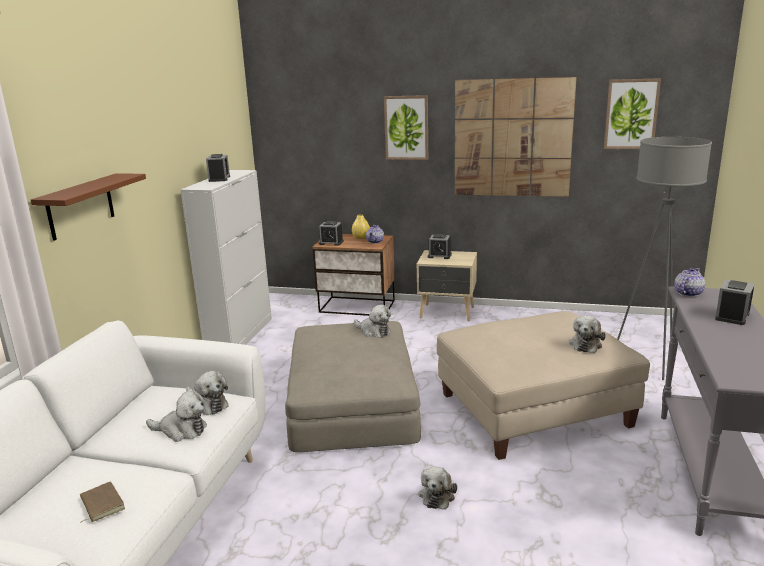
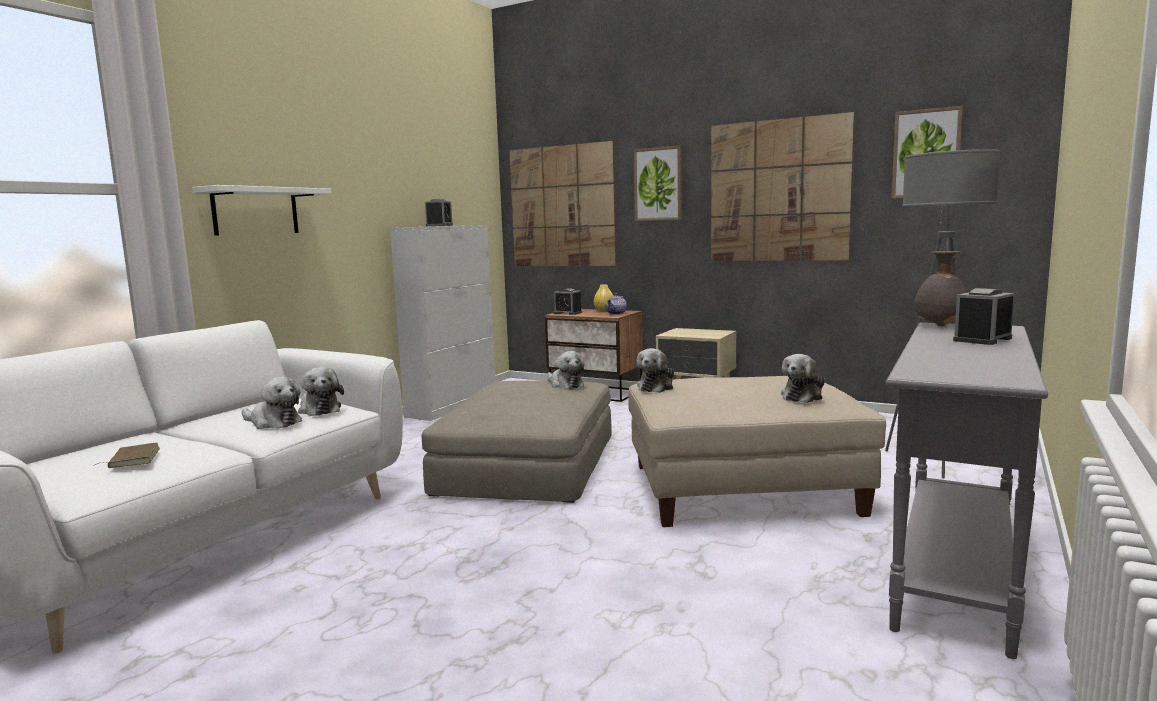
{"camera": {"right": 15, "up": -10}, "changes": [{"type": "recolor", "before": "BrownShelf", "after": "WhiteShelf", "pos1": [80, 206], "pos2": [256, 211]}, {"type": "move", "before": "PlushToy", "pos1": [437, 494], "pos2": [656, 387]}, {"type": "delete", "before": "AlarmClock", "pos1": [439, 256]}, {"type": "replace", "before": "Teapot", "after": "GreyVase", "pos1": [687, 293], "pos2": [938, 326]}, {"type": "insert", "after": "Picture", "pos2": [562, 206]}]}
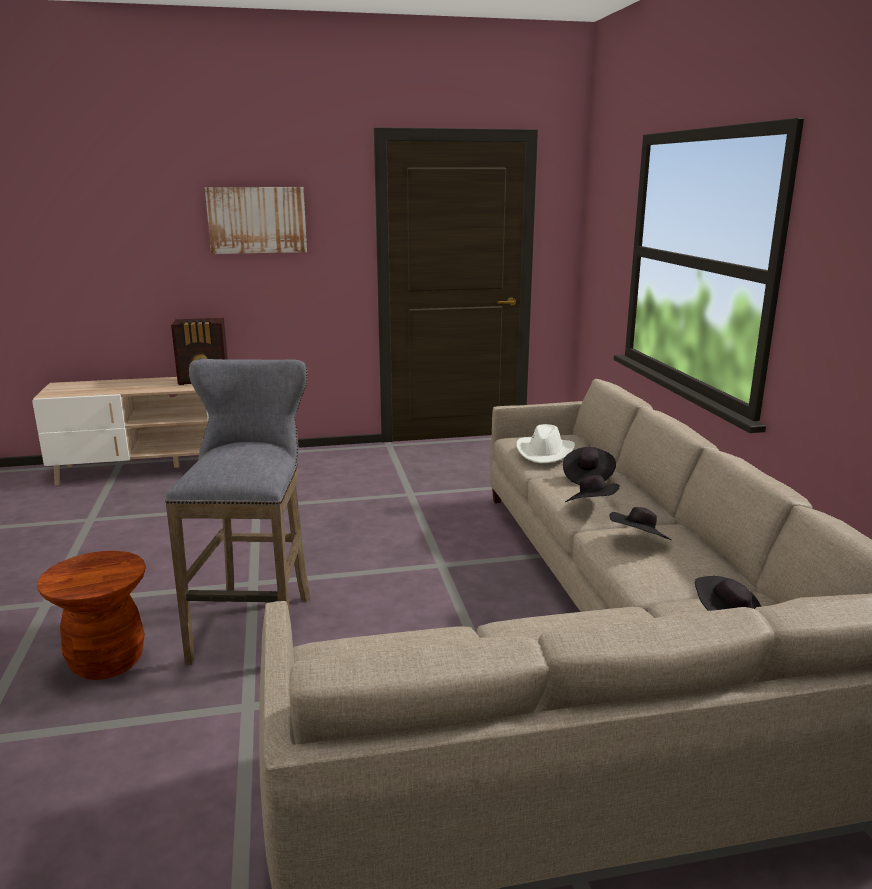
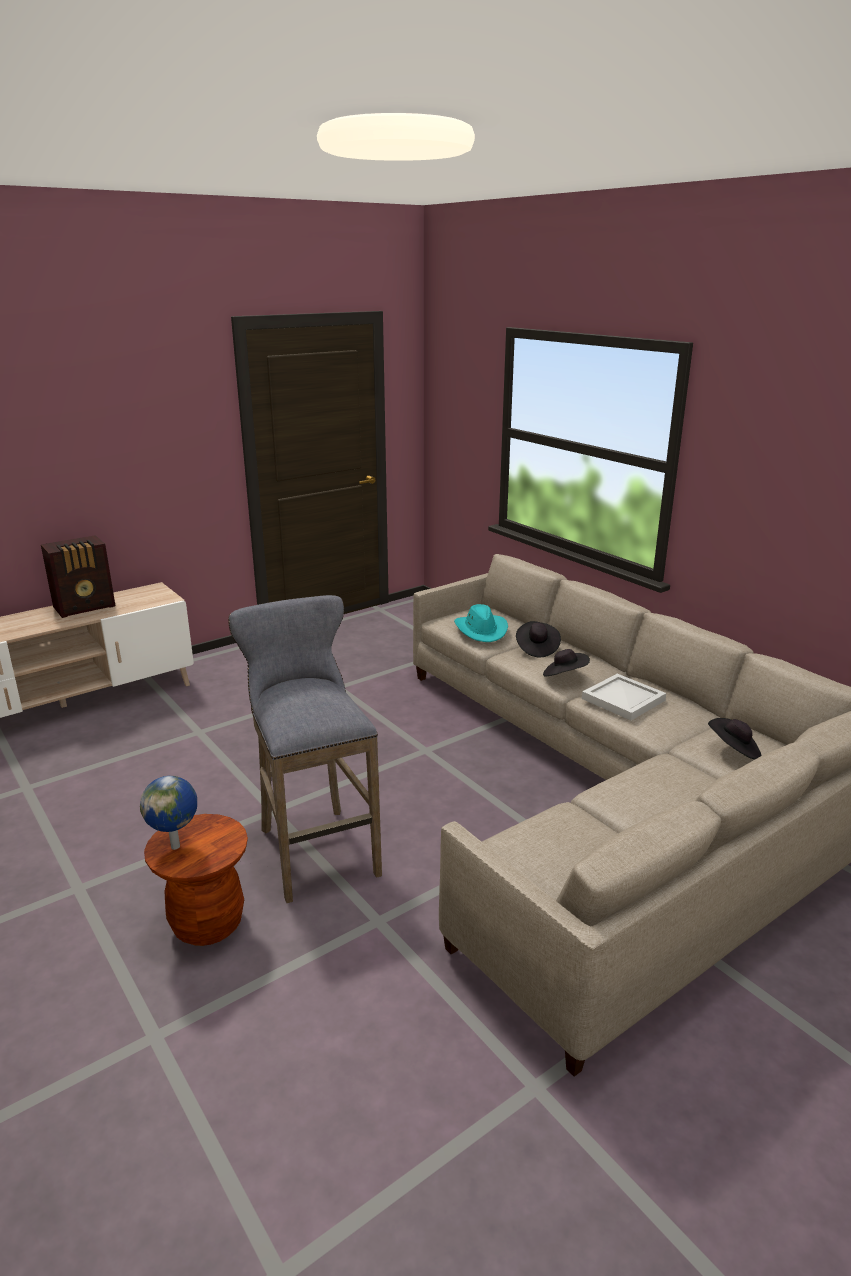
{"camera": {"right": -25, "up": 5}, "changes": [{"type": "delete", "before": "Picture", "pos1": [257, 220]}, {"type": "recolor", "before": "WhiteHat", "after": "TurquoiseHat", "pos1": [545, 452], "pos2": [481, 630]}, {"type": "replace", "before": "BlackHat", "after": "WhiteTray", "pos1": [638, 541], "pos2": [624, 699]}, {"type": "insert", "after": "Globe", "pos2": [176, 846]}]}
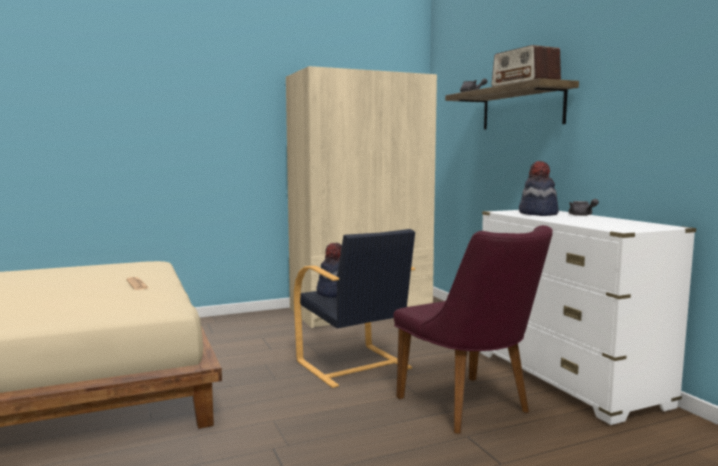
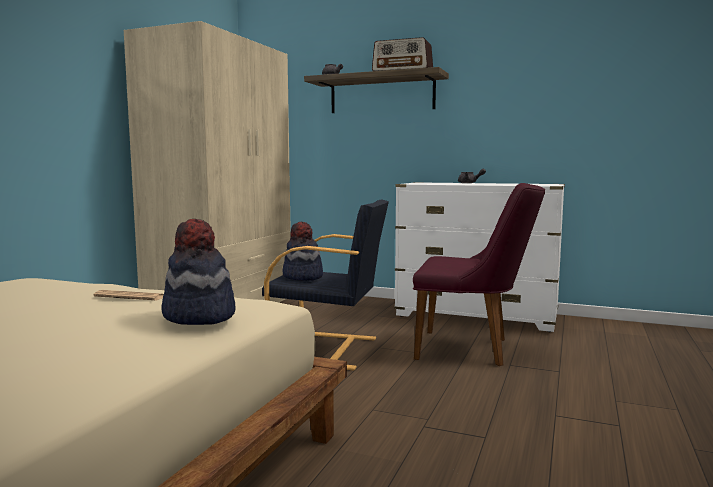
{"camera": {"right": -45, "up": 0}, "changes": [{"type": "move", "before": "Hat", "pos1": [537, 214], "pos2": [199, 316]}]}
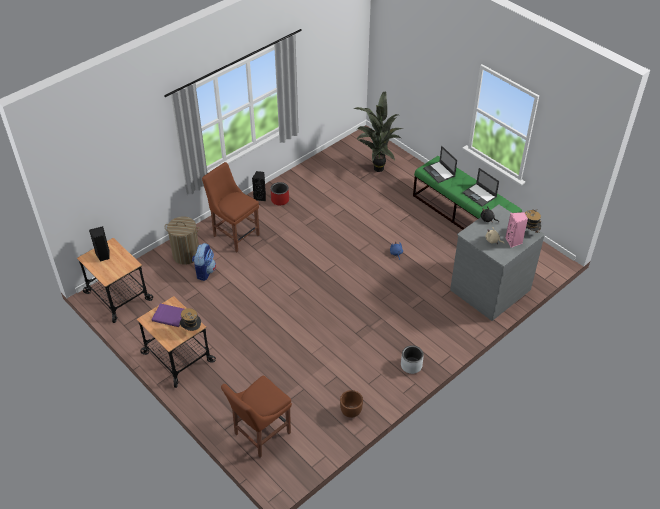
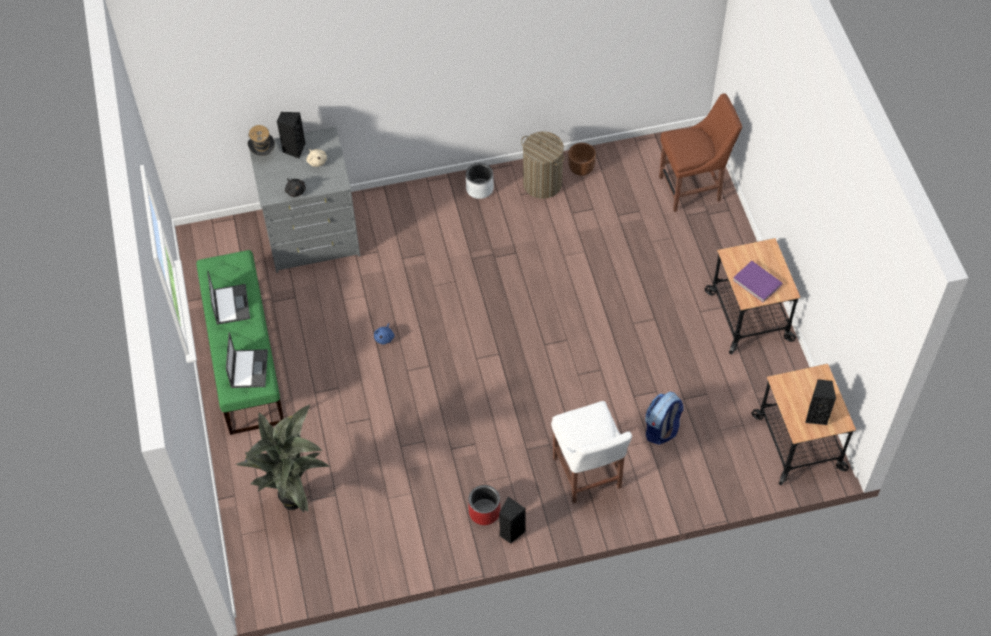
{"camera": {"right": -150, "up": 10}, "changes": [{"type": "move", "before": "LaundryBasket", "pos1": [186, 255], "pos2": [542, 183]}, {"type": "delete", "before": "Hat", "pos1": [191, 329]}, {"type": "recolor", "before": "BrownChair", "after": "WhiteChair", "pos1": [235, 234], "pos2": [588, 476]}, {"type": "recolor", "before": "PinkSpeaker", "after": "BlackSpeaker", "pos1": [514, 241], "pos2": [293, 149]}]}
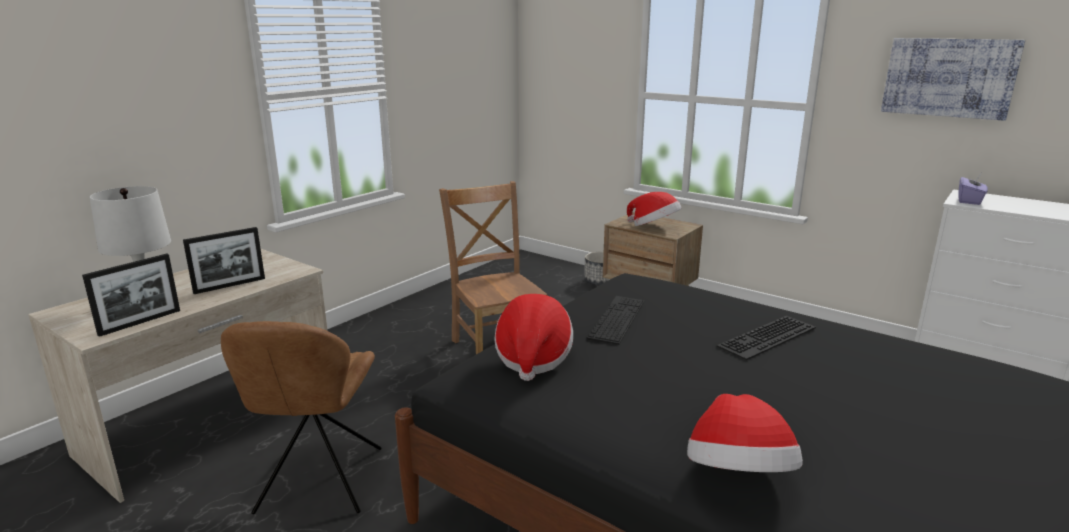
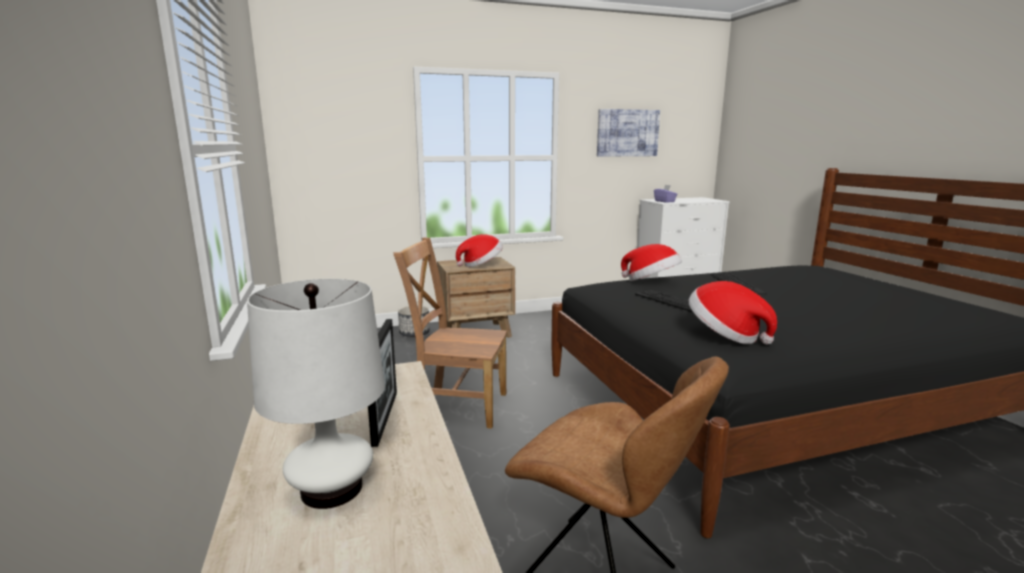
{"camera": {"right": -55, "up": -5}, "changes": [{"type": "delete", "before": "PictureFrame", "pos1": [140, 322]}, {"type": "move", "before": "Hat", "pos1": [738, 476], "pos2": [651, 282]}]}
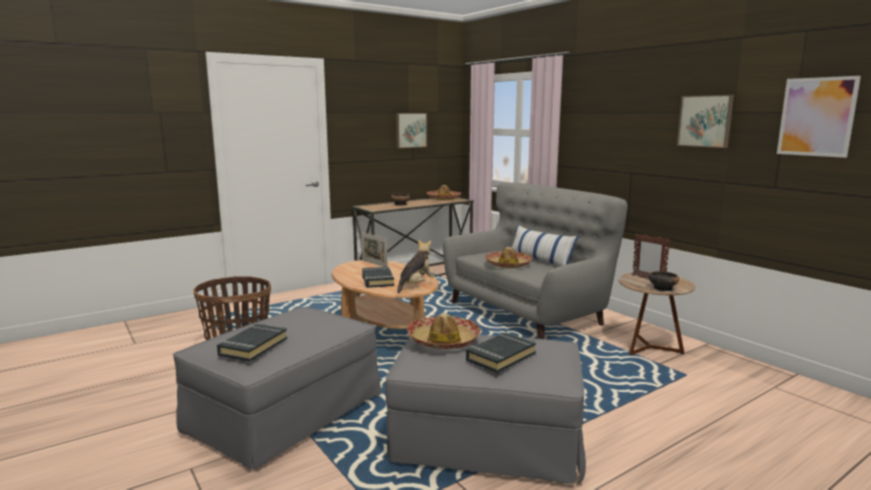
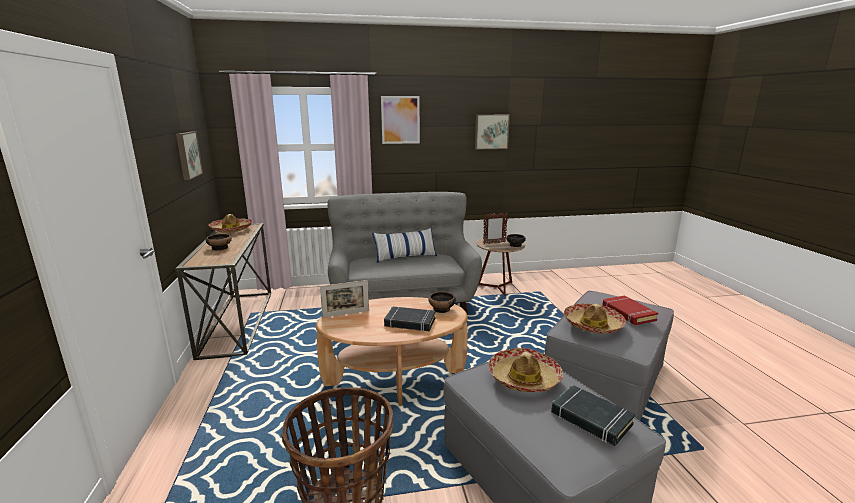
{"camera": {"right": -65, "up": 5}, "changes": [{"type": "replace", "before": "PlushToy", "after": "Bowl", "pos1": [416, 285], "pos2": [442, 309]}, {"type": "recolor", "before": "BlackBook", "after": "RedBook", "pos1": [500, 356], "pos2": [628, 313]}, {"type": "move", "before": "Hat", "pos1": [507, 265], "pos2": [524, 378]}, {"type": "move", "before": "Picture", "pos1": [816, 117], "pos2": [400, 120]}]}
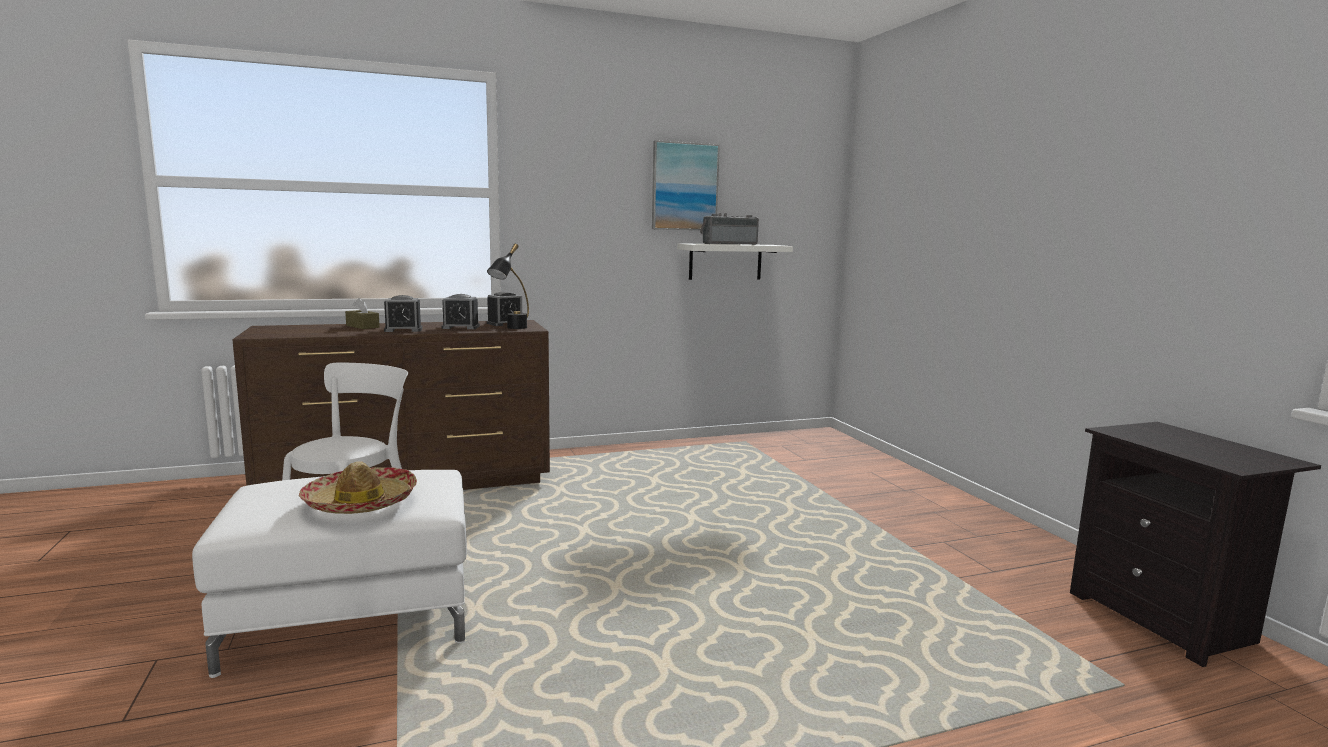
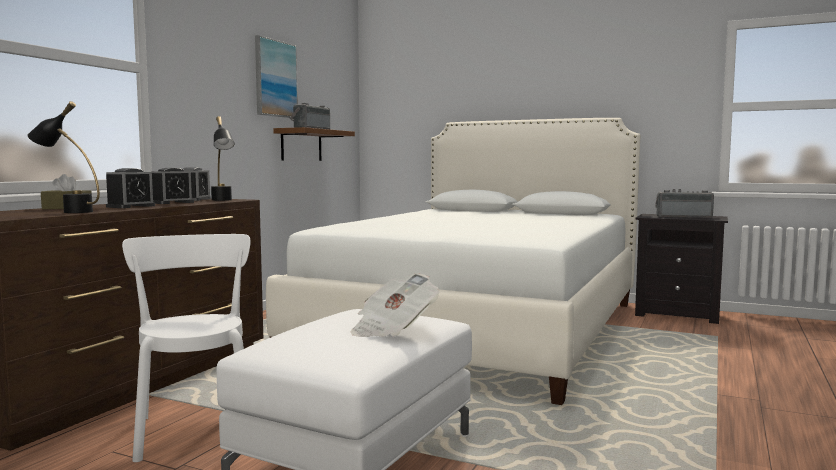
{"camera": {"right": -45, "up": -5}, "changes": [{"type": "replace", "before": "Hat", "after": "Newspaper", "pos1": [360, 502], "pos2": [393, 329]}, {"type": "recolor", "before": "WhiteShelf", "after": "BrownShelf", "pos1": [725, 261], "pos2": [301, 145]}, {"type": "insert", "after": "BlackTableLamp", "pos2": [68, 211]}, {"type": "insert", "after": "WhiteBed", "pos2": [480, 327]}, {"type": "insert", "after": "Radio", "pos2": [683, 217]}]}
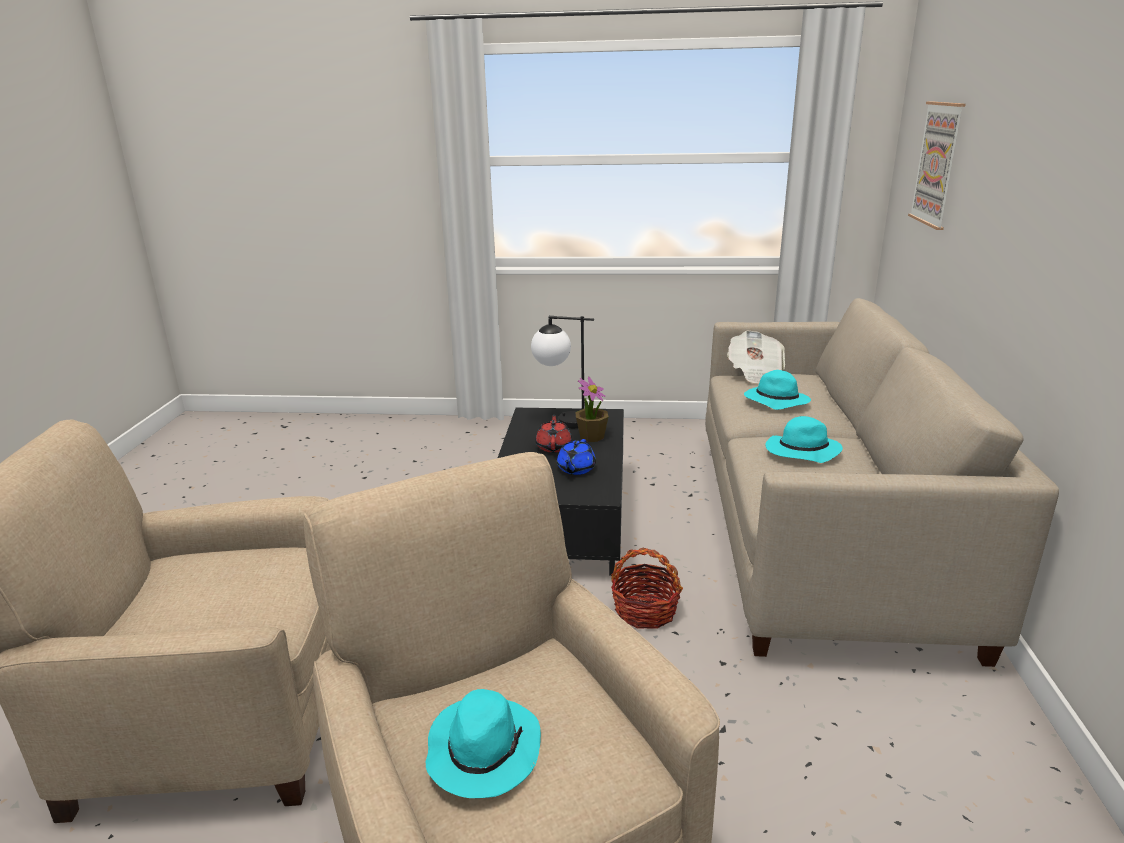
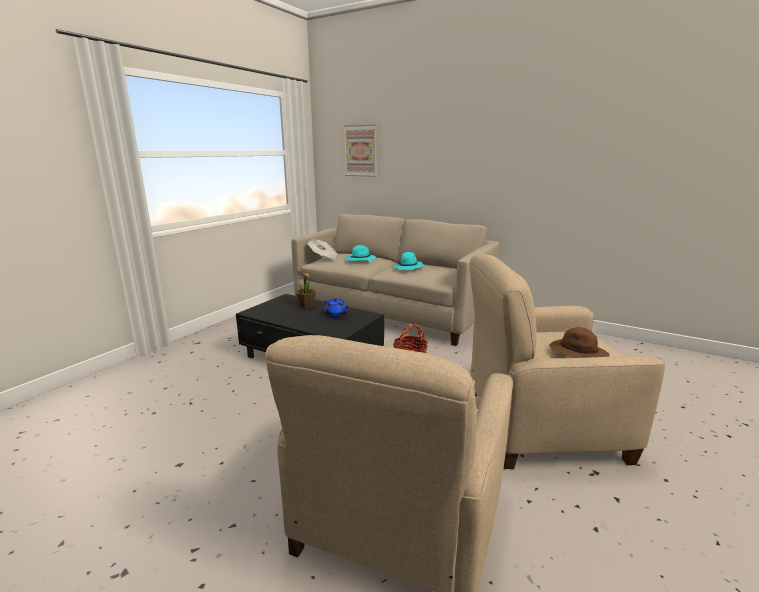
{"camera": {"right": -65, "up": -5}, "changes": [{"type": "recolor", "before": "TurquoiseHat", "after": "BrownHat", "pos1": [483, 749], "pos2": [576, 353]}, {"type": "delete", "before": "TableLamp", "pos1": [561, 421]}, {"type": "delete", "before": "RedTeapot", "pos1": [554, 446]}]}
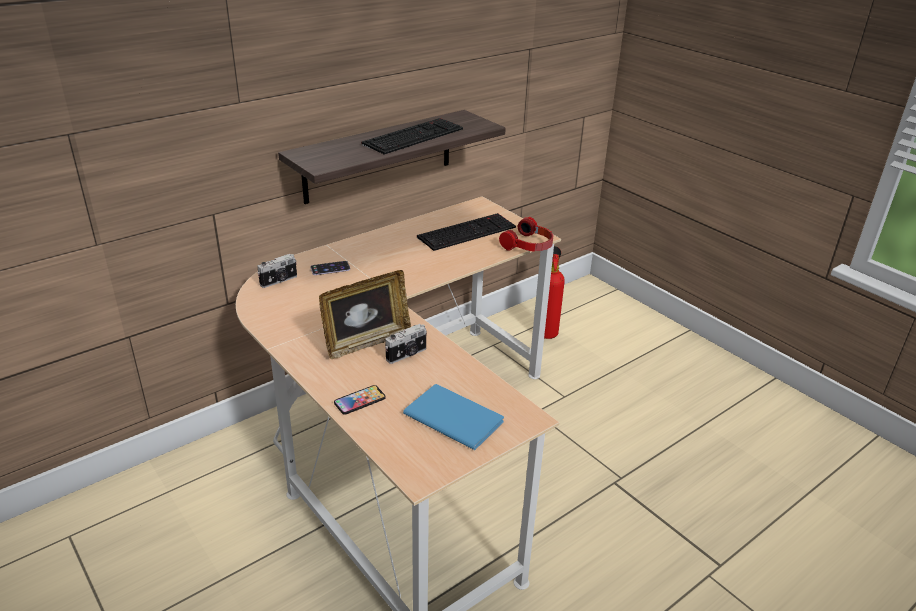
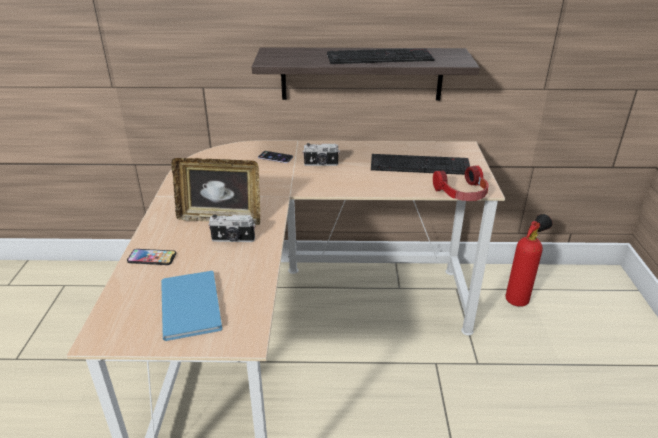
{"camera": {"right": 40, "up": 0}, "changes": [{"type": "move", "before": "PhotoCamera", "pos1": [279, 281], "pos2": [321, 164]}]}
